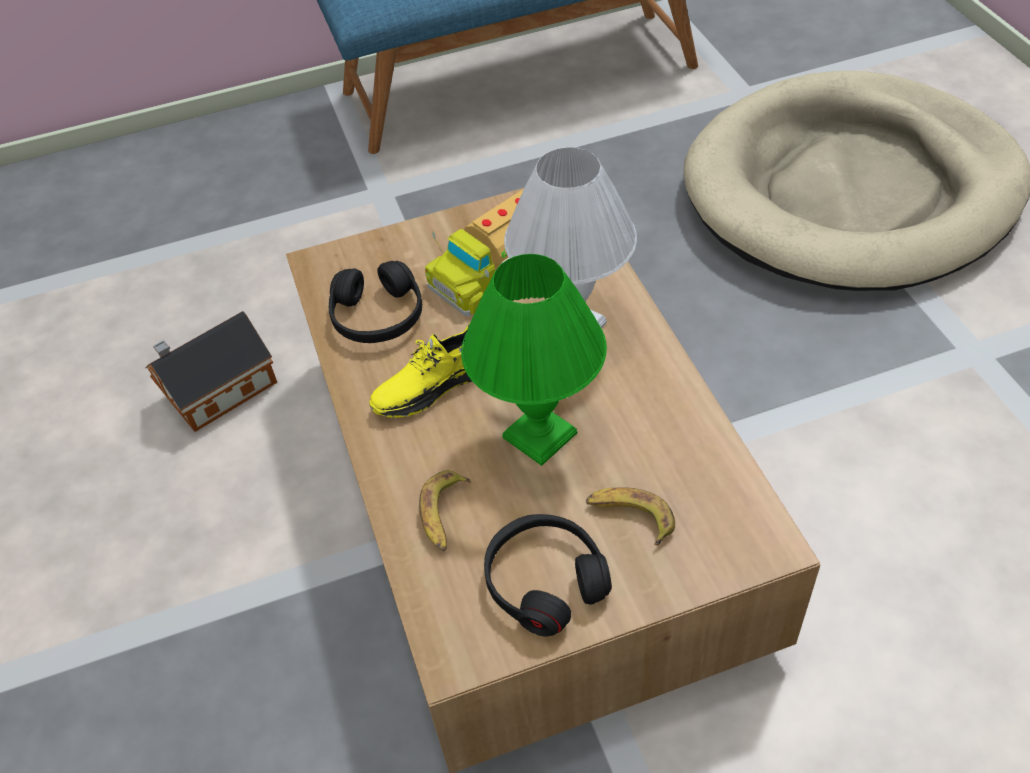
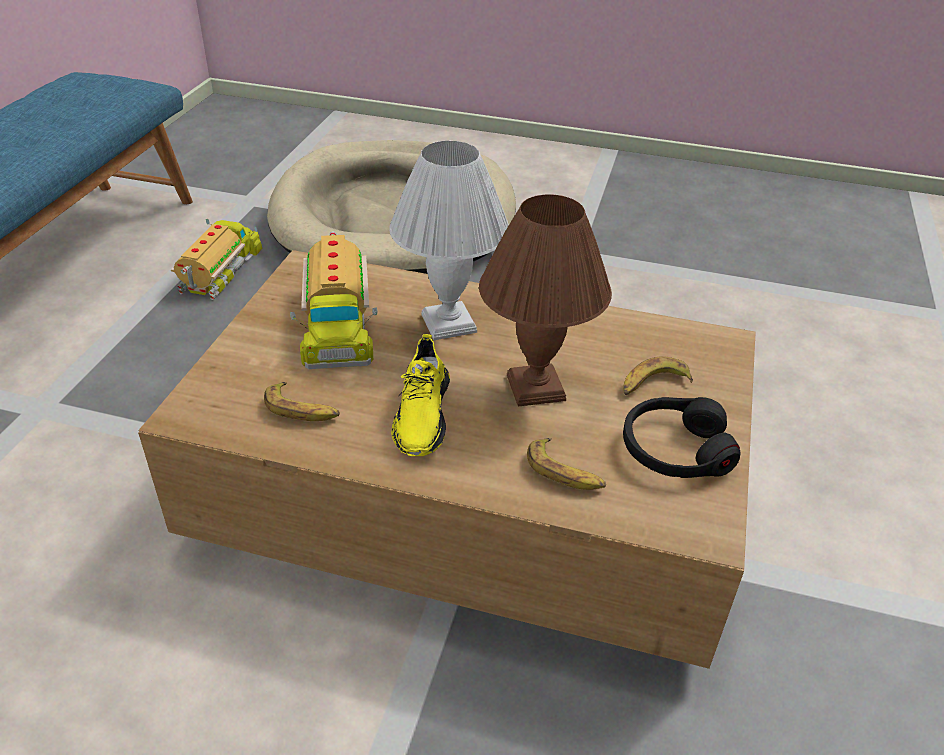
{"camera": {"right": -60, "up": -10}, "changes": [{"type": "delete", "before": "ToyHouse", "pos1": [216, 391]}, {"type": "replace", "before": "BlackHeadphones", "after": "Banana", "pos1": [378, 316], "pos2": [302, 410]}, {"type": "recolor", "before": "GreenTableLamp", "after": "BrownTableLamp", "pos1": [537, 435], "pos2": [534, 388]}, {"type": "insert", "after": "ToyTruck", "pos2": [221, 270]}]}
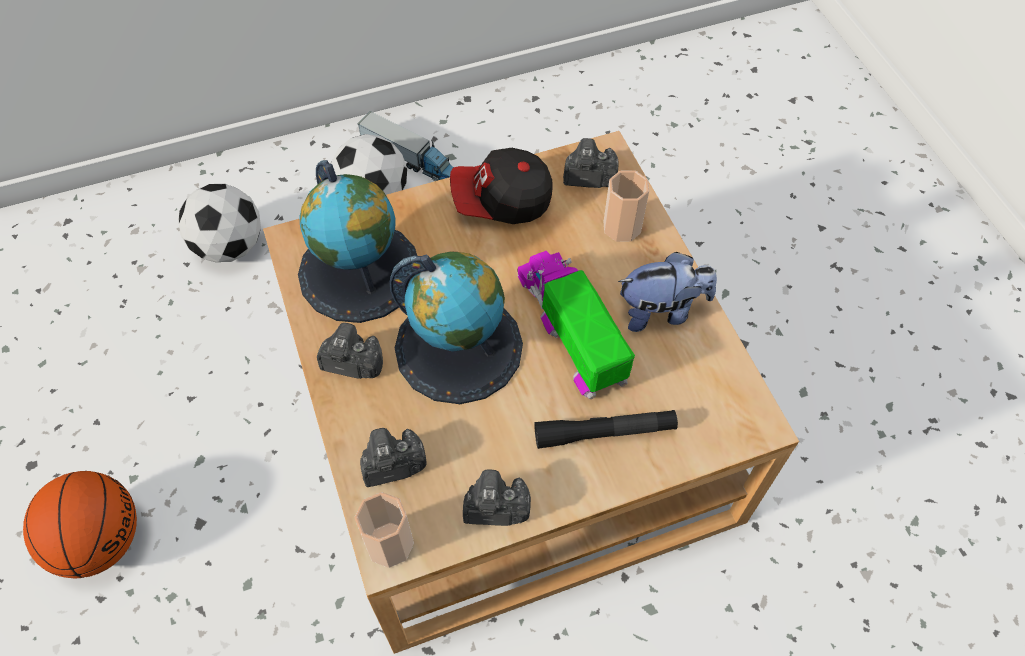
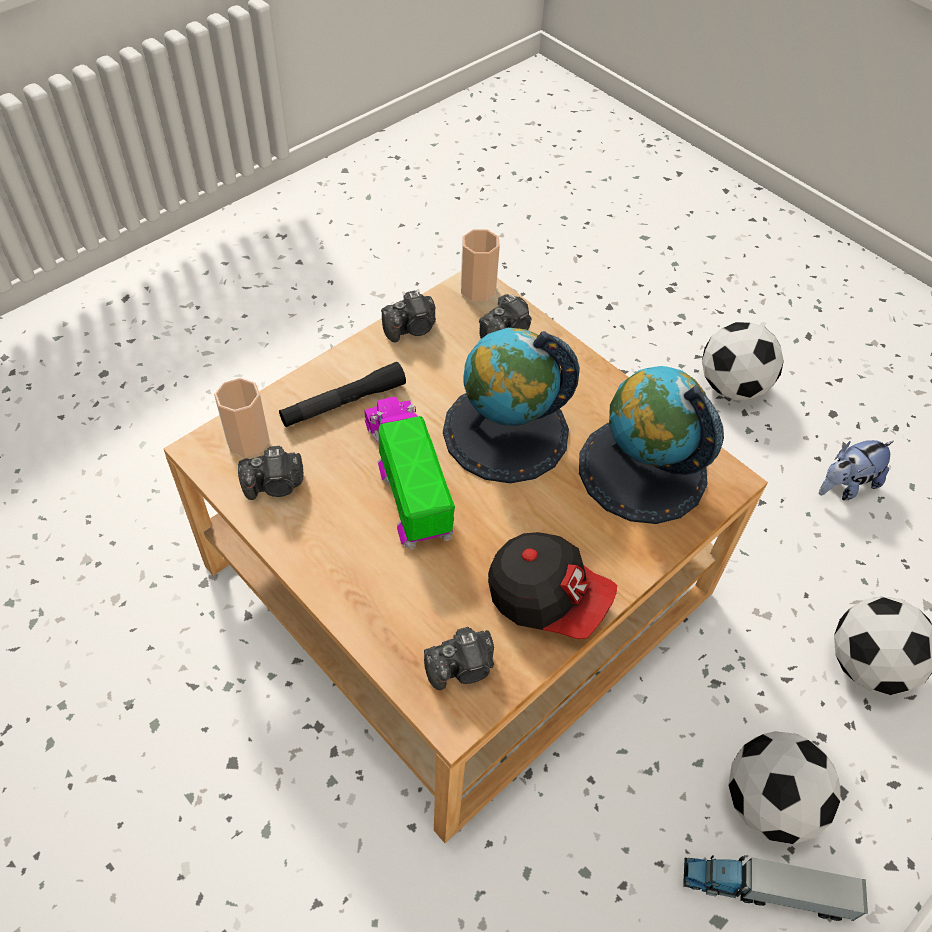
{"camera": {"right": 155, "up": -5}, "changes": [{"type": "replace", "before": "Basketball", "after": "Football", "pos1": [100, 539], "pos2": [732, 386]}, {"type": "move", "before": "PhotoCamera", "pos1": [352, 363], "pos2": [275, 485]}, {"type": "rotate", "before": "Cap", "pos1": [501, 201], "pos2": [548, 597], "turn": 60}, {"type": "rotate", "before": "ToyTruck", "pos1": [571, 330], "pos2": [407, 479], "turn": -150}, {"type": "move", "before": "Cup", "pos1": [622, 227], "pos2": [248, 440]}, {"type": "move", "before": "PlushToy", "pos1": [661, 311], "pos2": [845, 485]}]}
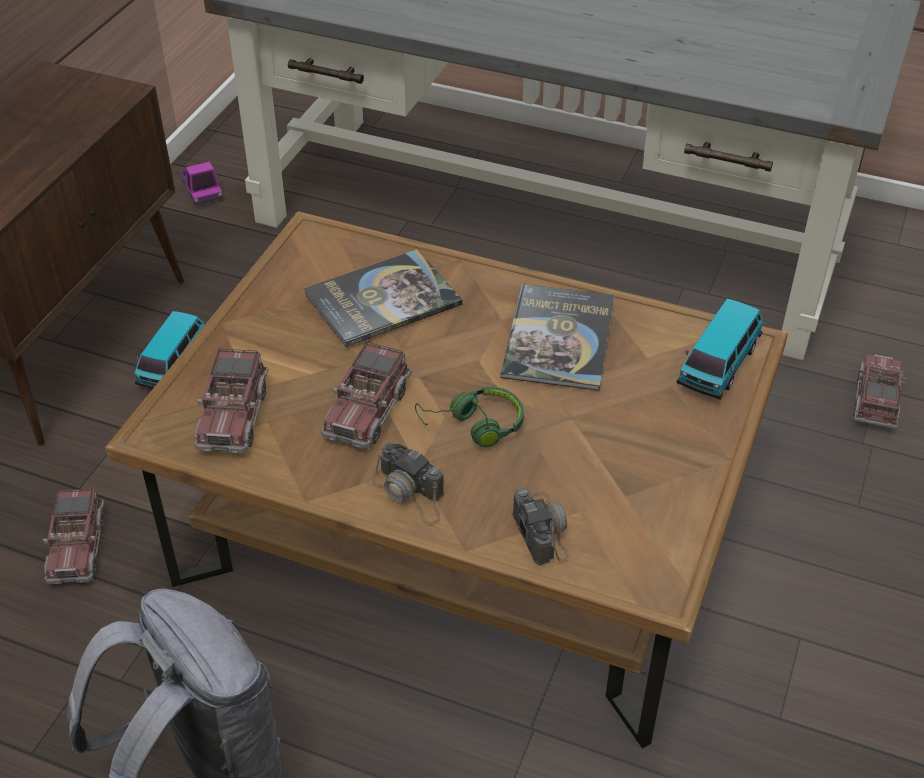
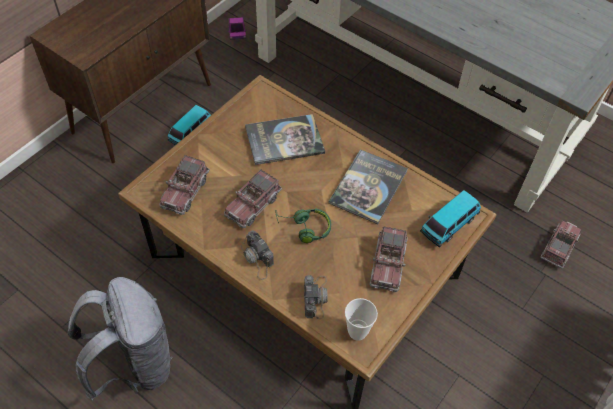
{"camera": {"right": 15, "up": 10}, "changes": [{"type": "move", "before": "ToyTruck", "pos1": [77, 547], "pos2": [387, 264]}, {"type": "insert", "after": "Cup", "pos2": [357, 332]}]}
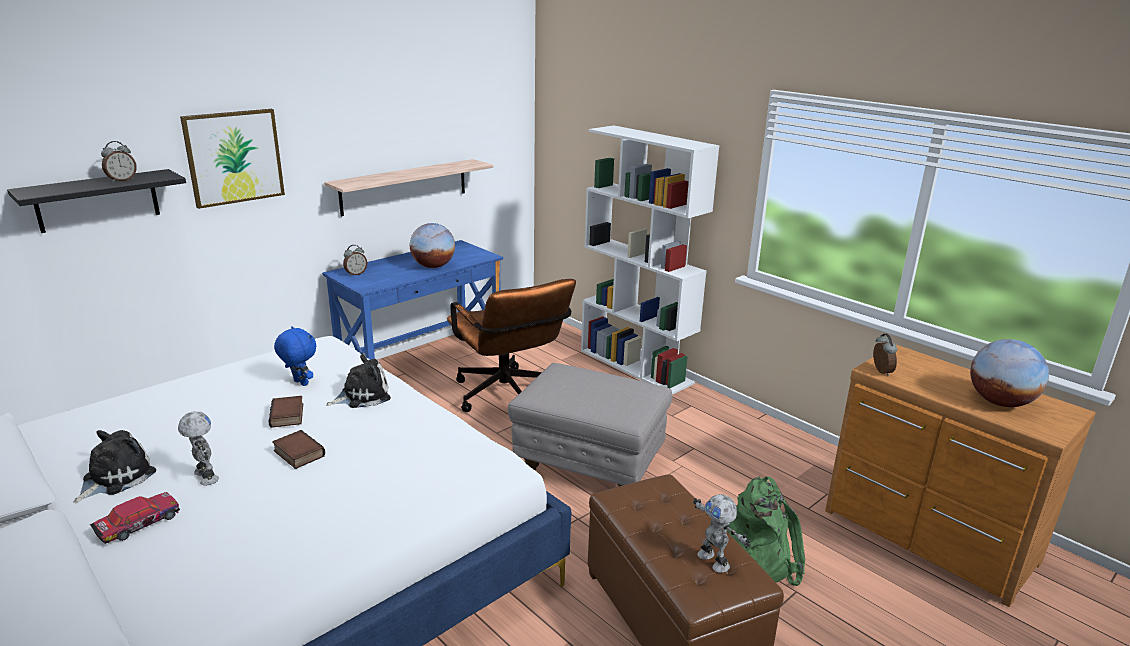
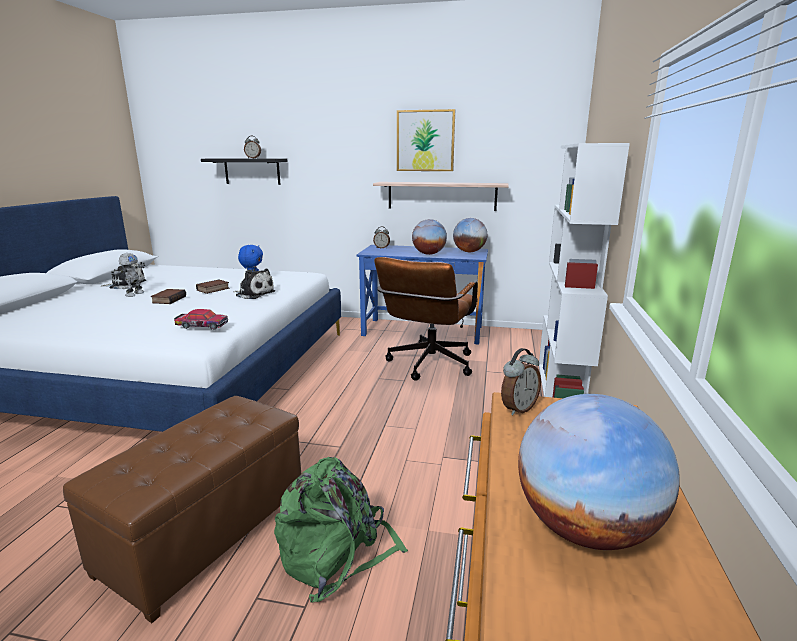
{"camera": {"right": 55, "up": -5}, "changes": [{"type": "move", "before": "ToyCar", "pos1": [137, 524], "pos2": [202, 325]}, {"type": "move", "before": "Picture", "pos1": [234, 157], "pos2": [425, 141]}, {"type": "delete", "before": "GreyOttoman", "pos1": [590, 465]}, {"type": "delete", "before": "ToyRobot", "pos1": [714, 560]}, {"type": "insert", "after": "Globe", "pos2": [469, 252]}]}
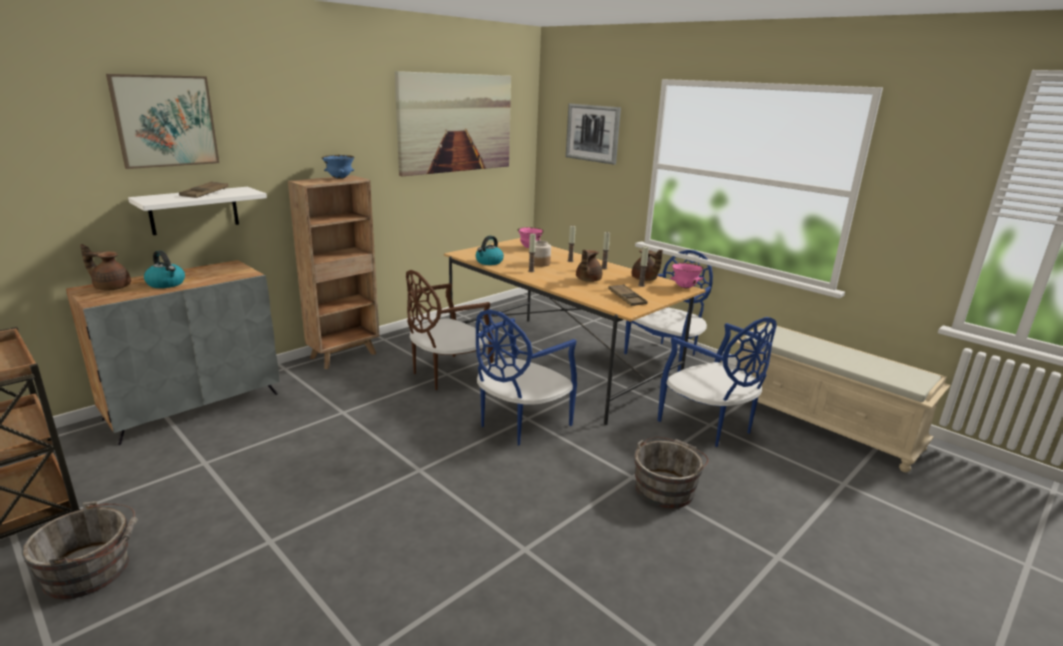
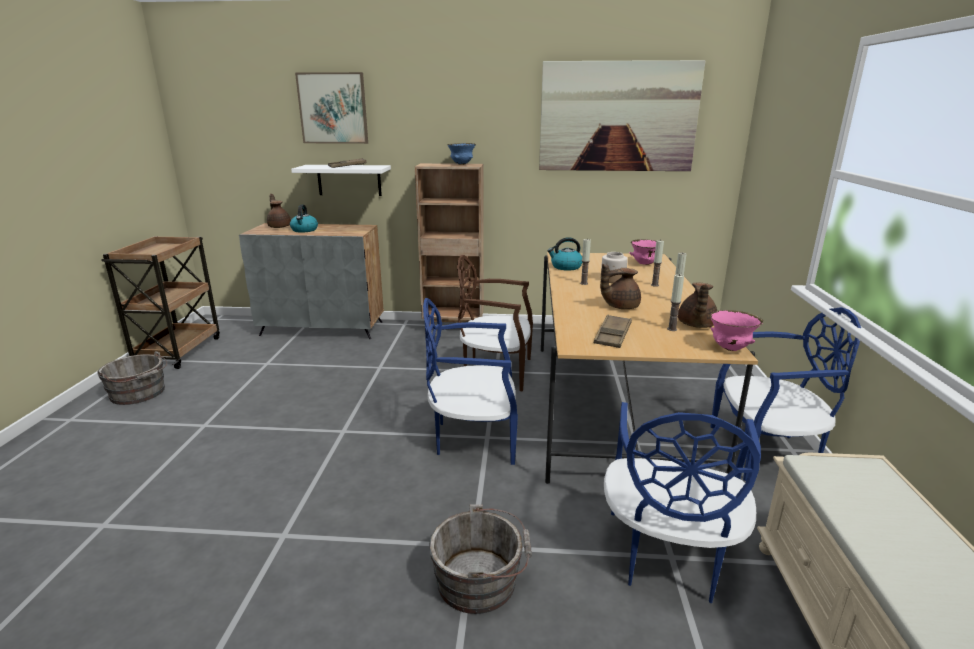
{"camera": {"right": 50, "up": 0}, "changes": [{"type": "delete", "before": "Picture", "pos1": [592, 133]}]}
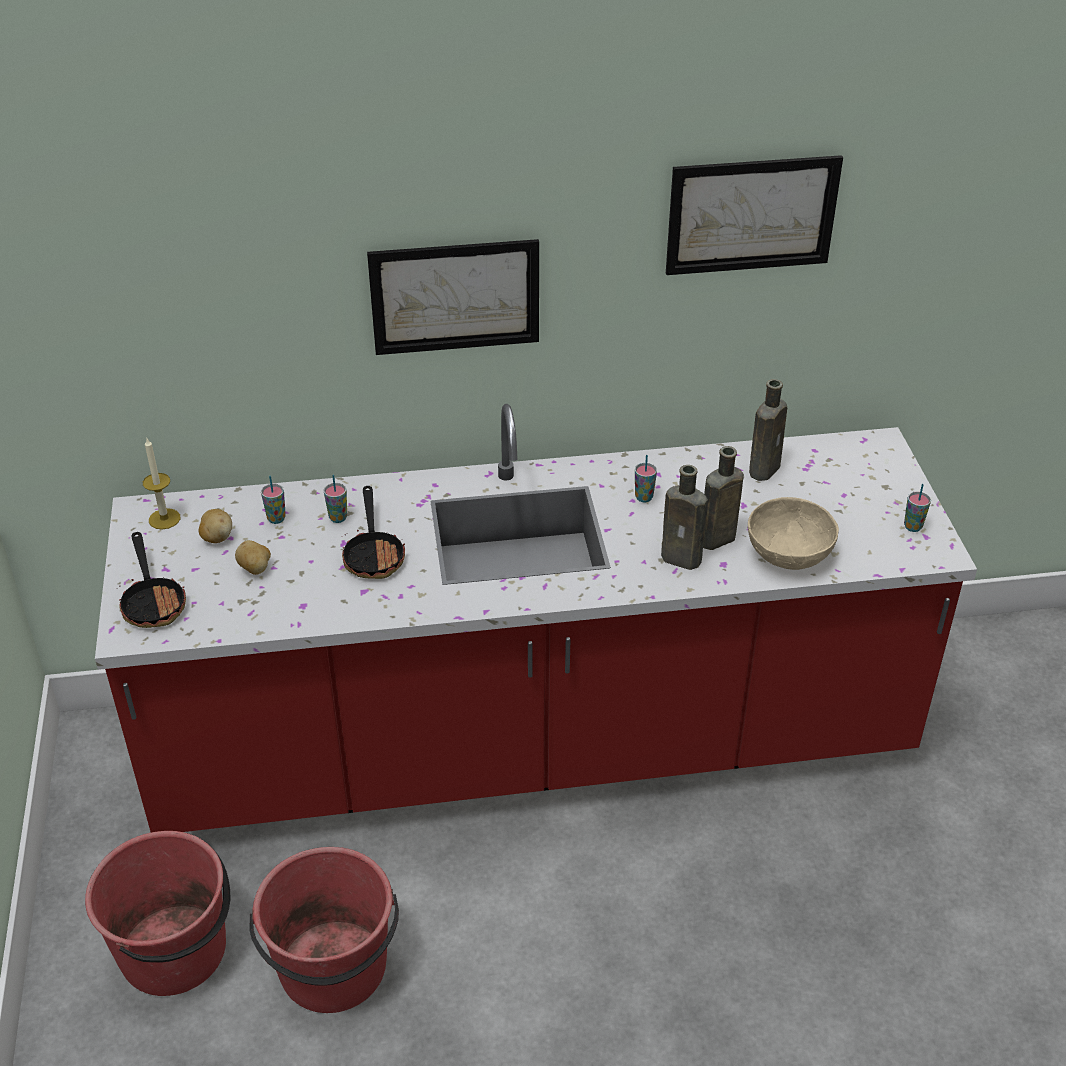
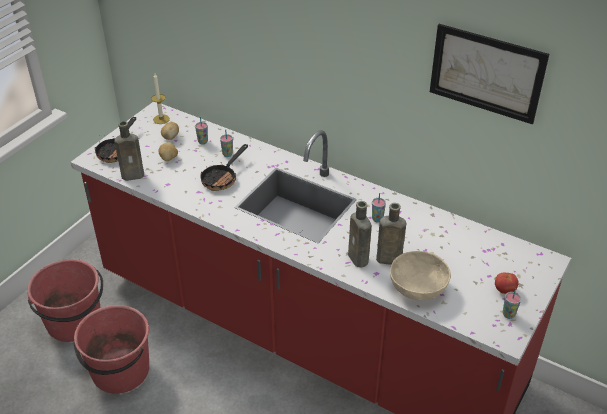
{"camera": {"right": 40, "up": 0}, "changes": [{"type": "delete", "before": "Picture", "pos1": [455, 296]}, {"type": "move", "before": "BrownBottle", "pos1": [765, 468], "pos2": [134, 175]}, {"type": "insert", "after": "Tomato", "pos2": [504, 290]}]}
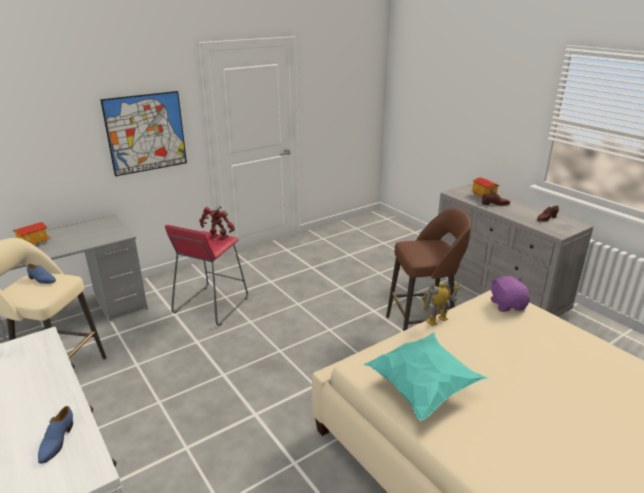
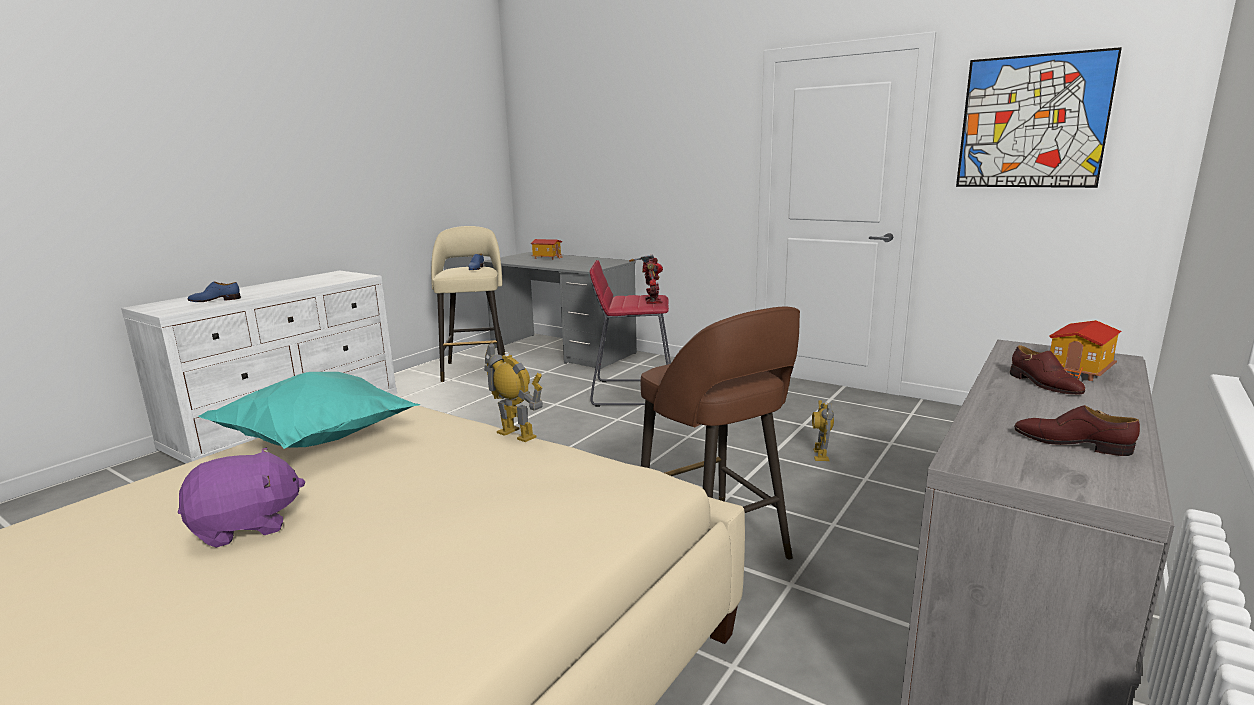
{"camera": {"right": 70, "up": -10}, "changes": [{"type": "move", "before": "Picture", "pos1": [146, 133], "pos2": [1032, 122]}, {"type": "move", "before": "PurplePlushToy", "pos1": [507, 305], "pos2": [246, 526]}, {"type": "insert", "after": "ToyRobot", "pos2": [820, 455]}]}
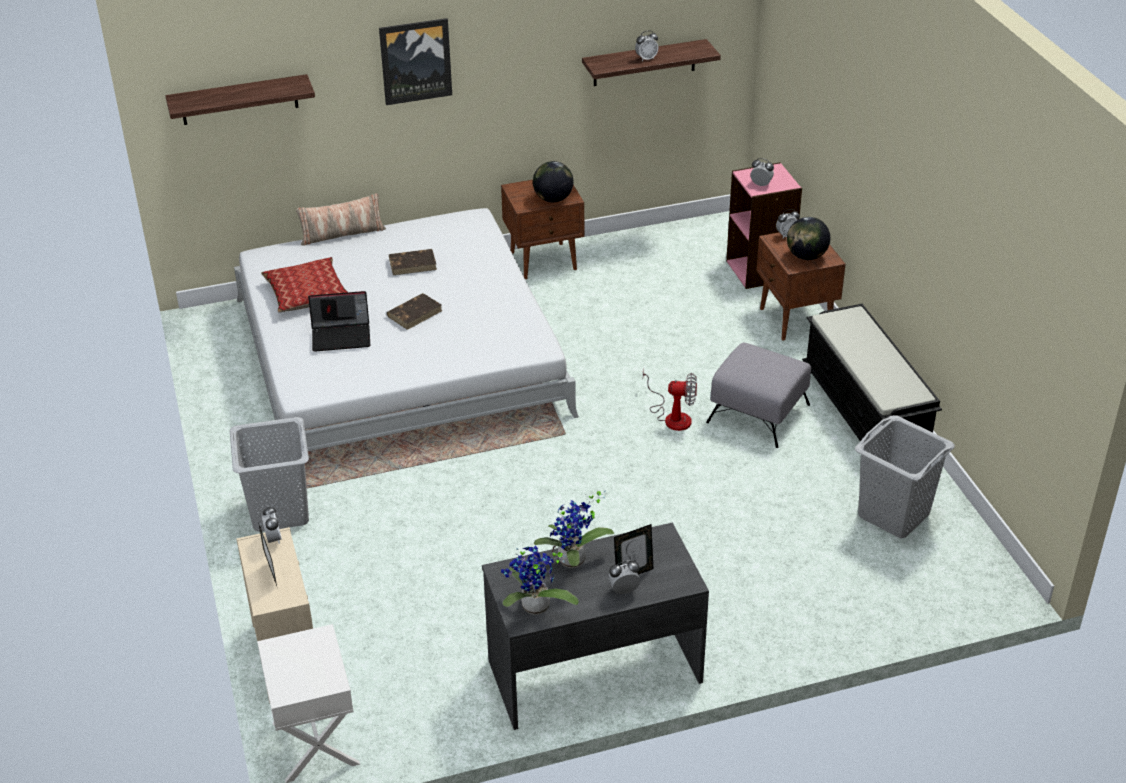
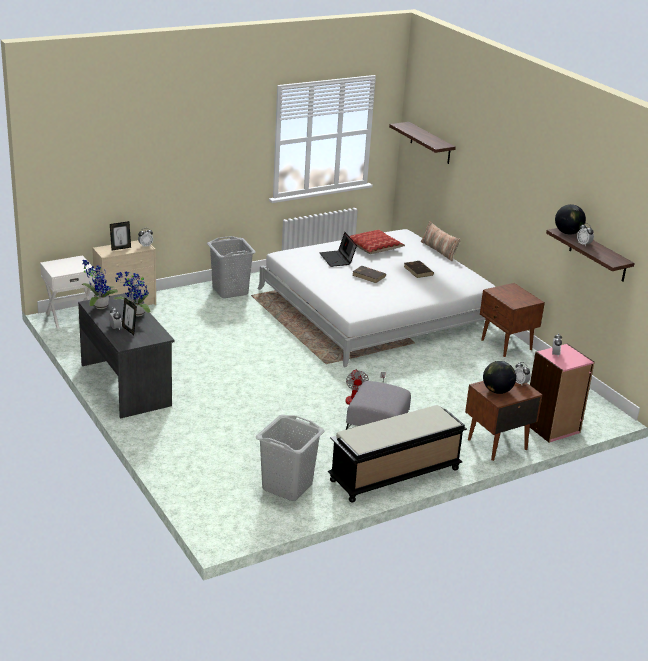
{"camera": {"right": 75, "up": -10}, "changes": [{"type": "delete", "before": "Picture", "pos1": [415, 61]}, {"type": "move", "before": "Globe", "pos1": [553, 199], "pos2": [567, 233]}]}
